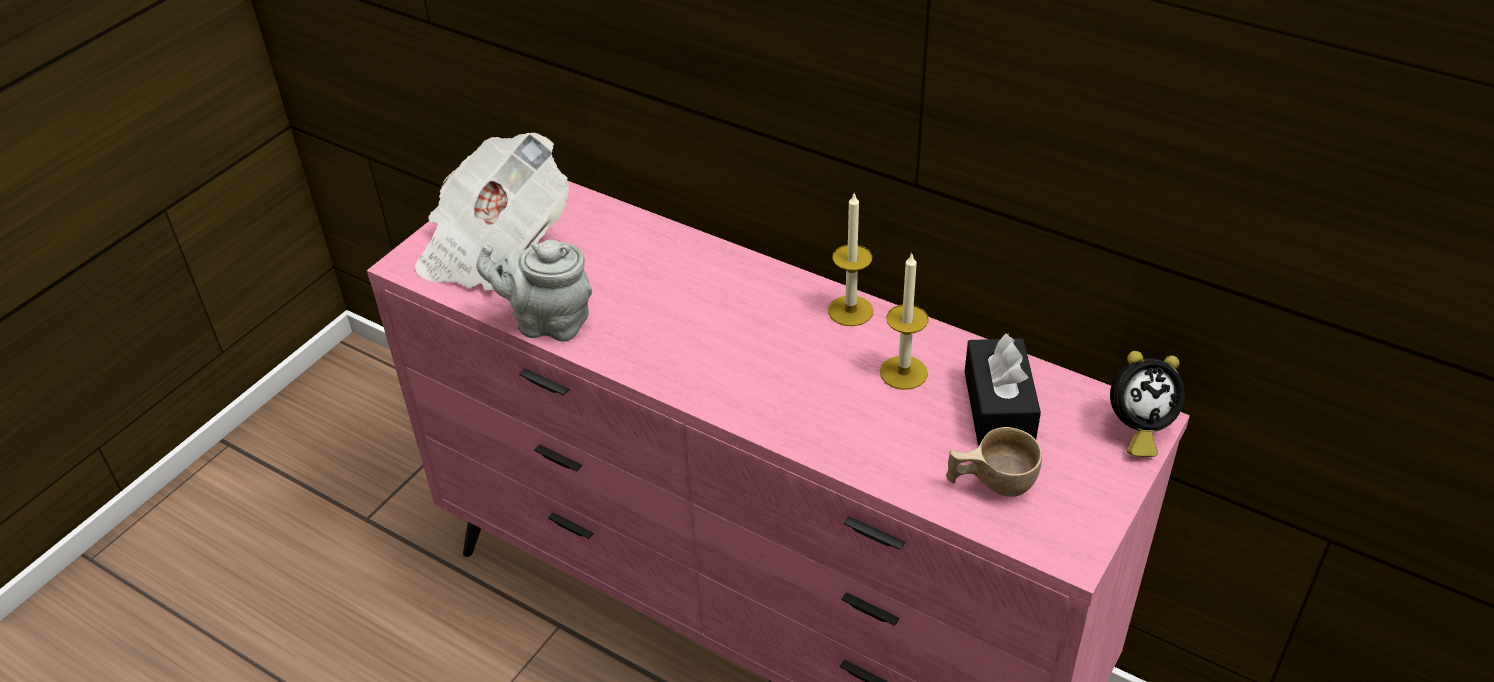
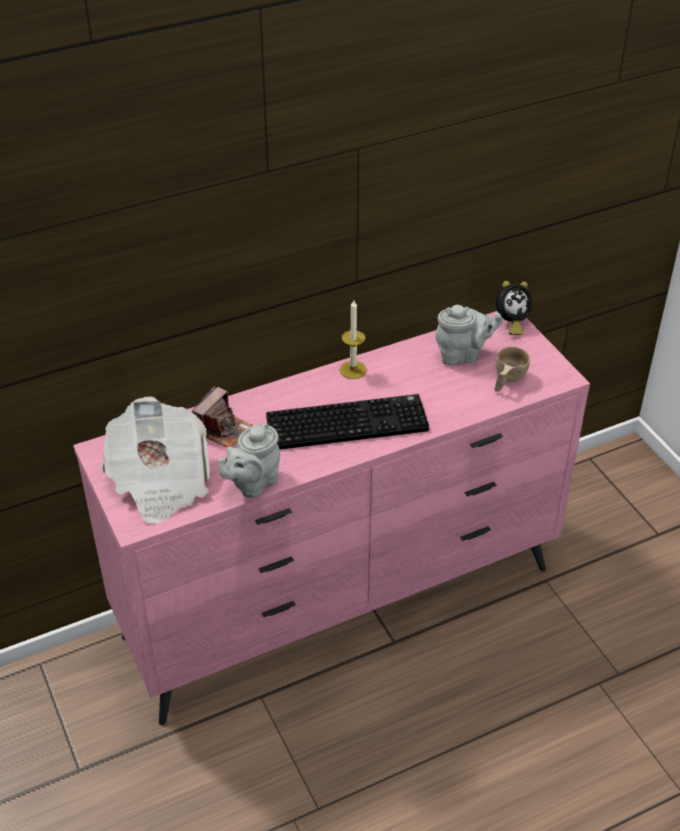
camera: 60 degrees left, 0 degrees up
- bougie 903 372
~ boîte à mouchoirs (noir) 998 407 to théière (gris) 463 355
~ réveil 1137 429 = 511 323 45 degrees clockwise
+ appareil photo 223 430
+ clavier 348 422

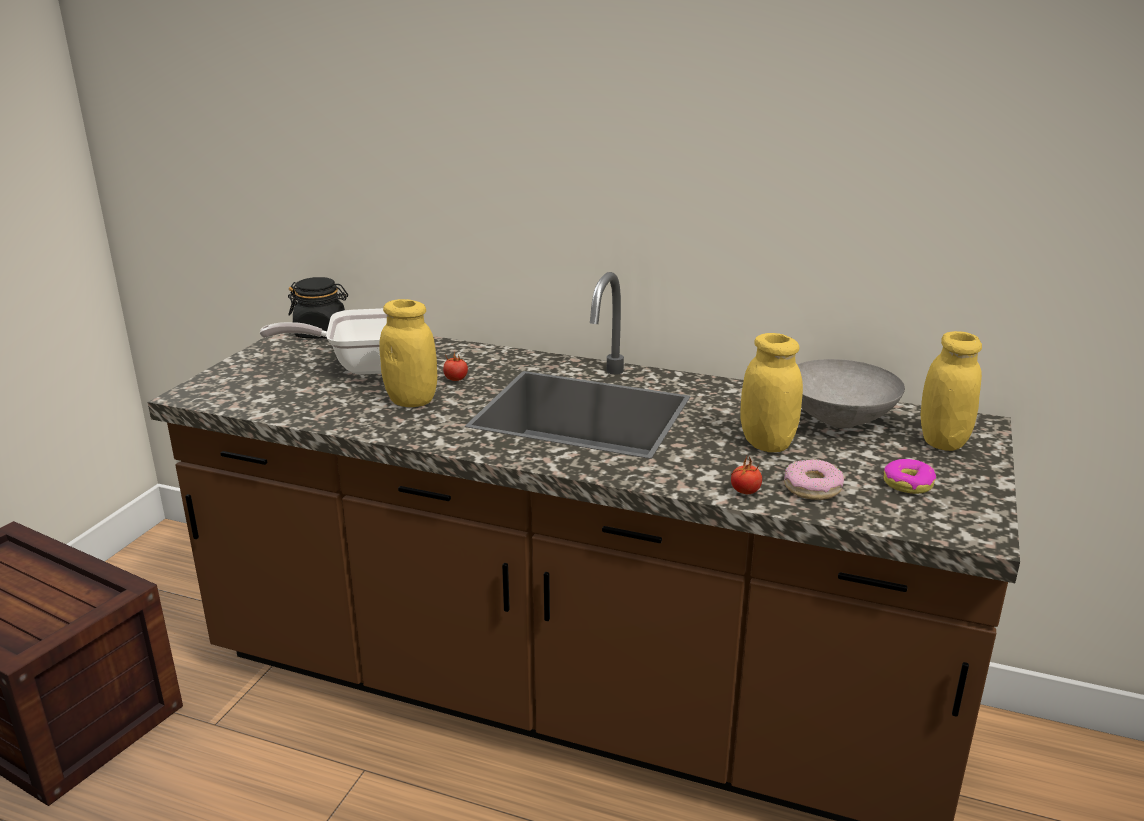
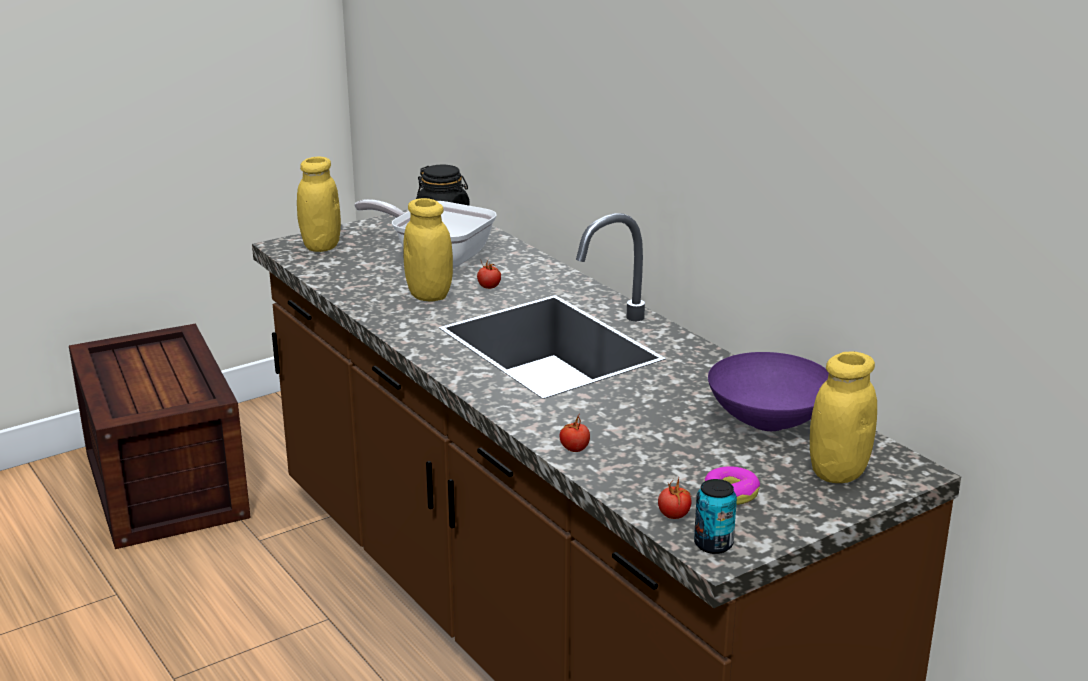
camera: 35 degrees right, 0 degrees up
~ bocal (jaune) 766 443 to 321 246
~ bol (gris) 838 419 to bol (violet) 769 421
- beignet 812 488
+ tomate 674 515
+ boîte métallique 713 544

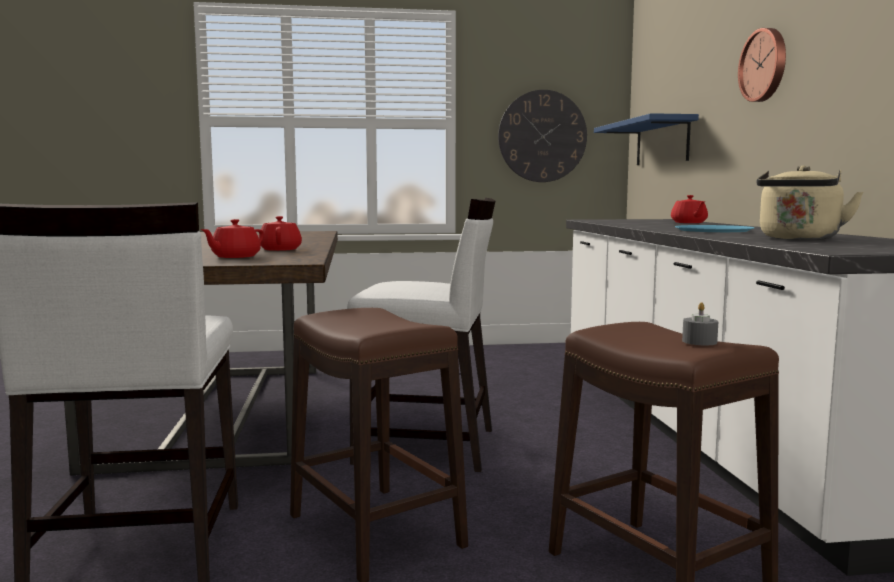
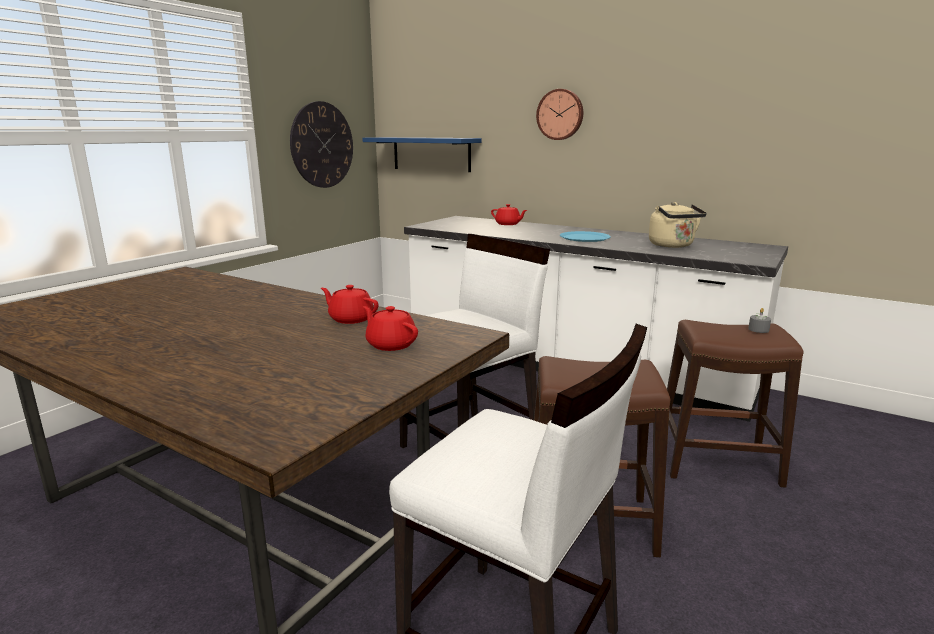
camera: 50 degrees left, 10 degrees up
~ théière (rouge) 235 257 = 391 344 150 degrees clockwise

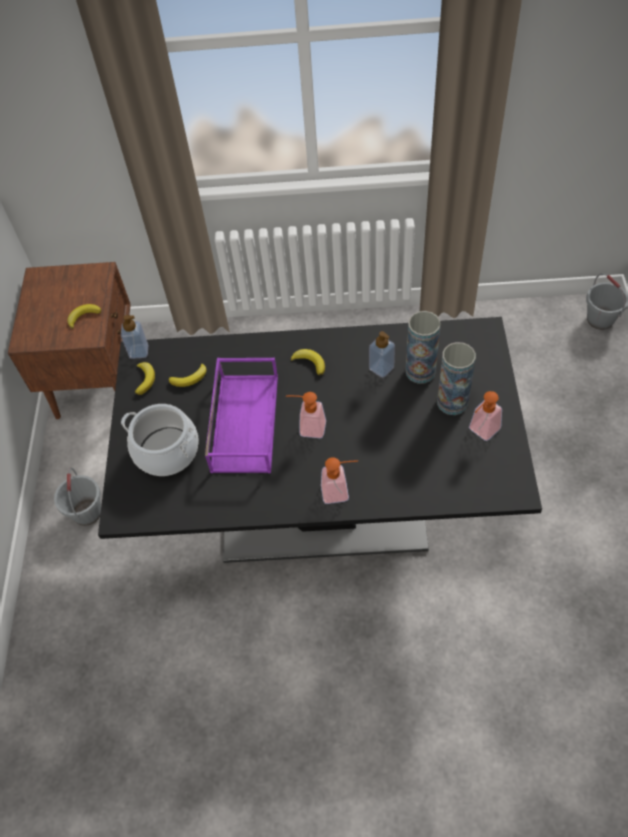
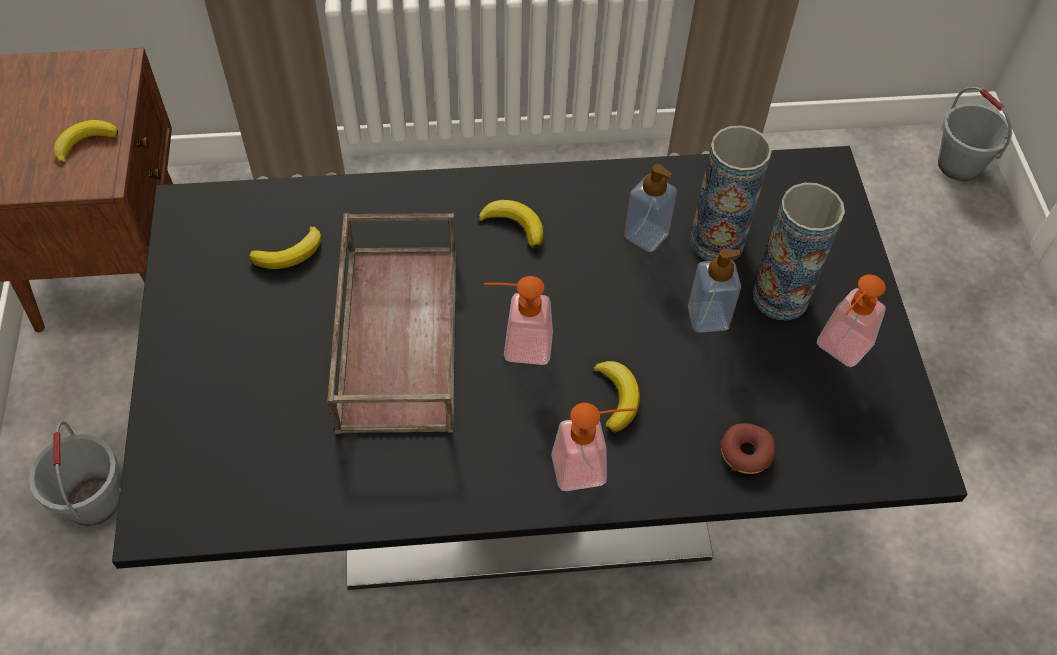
camera: 10 degrees left, 0 degrees up
~ distributeur de savon 139 351 to 708 317
~ plateau (violet) 244 422 to plateau (marron) 396 334
~ banane 145 379 to 617 397
- marmite 167 451
+ beignet 746 453

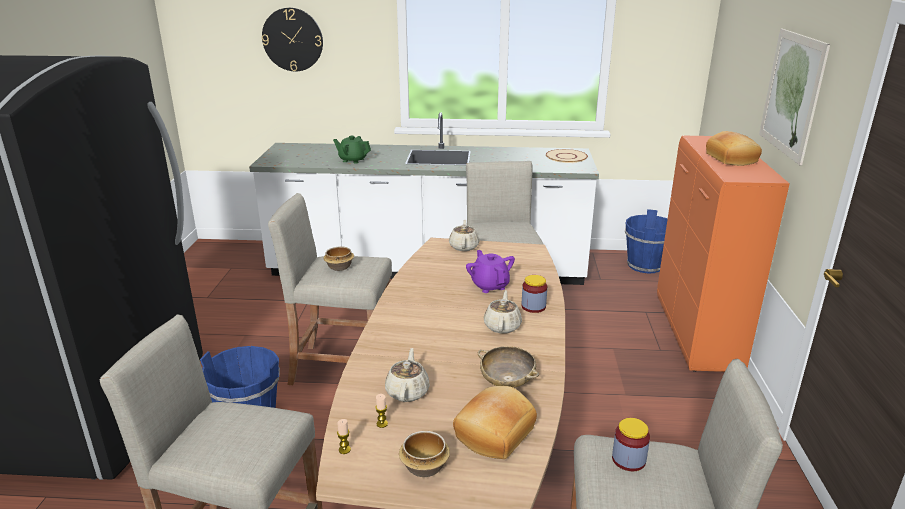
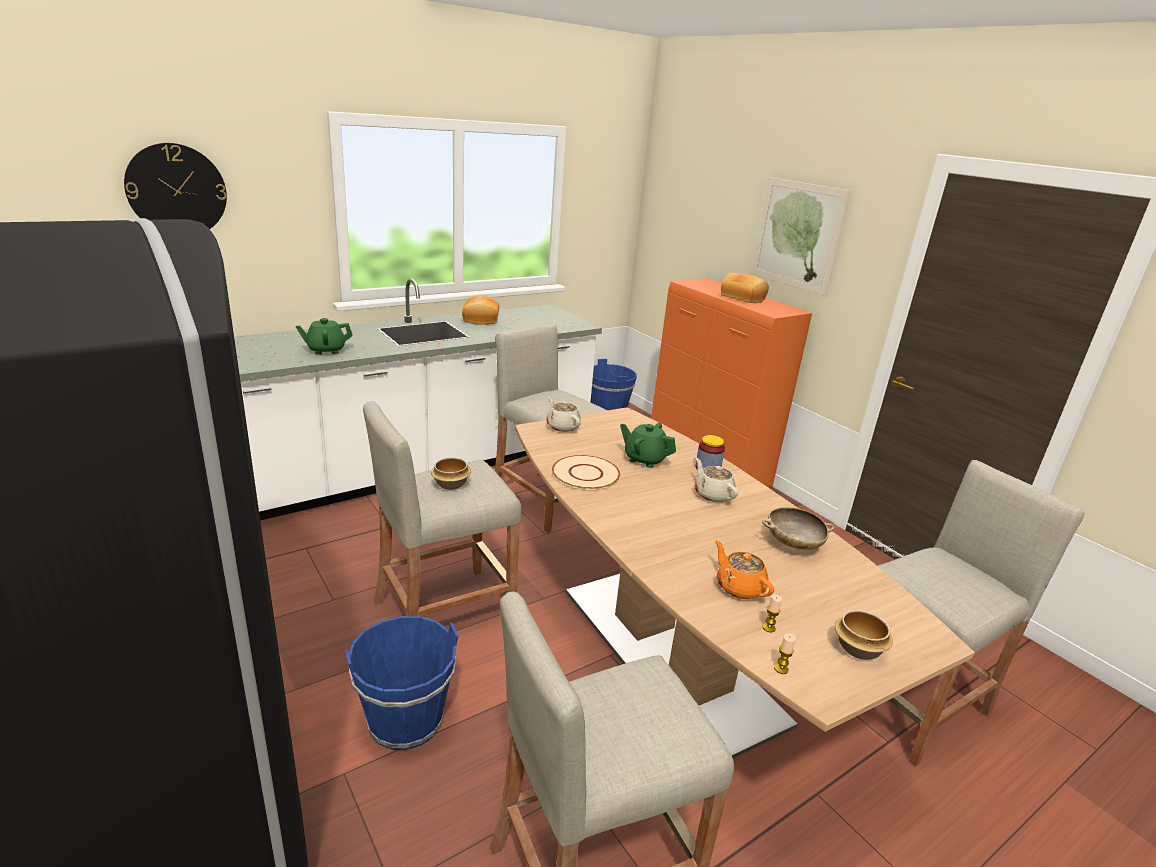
camera: 40 degrees left, 0 degrees up
~ assiette (beige) 566 157 to 586 474
~ théière (violet) 490 285 to théière (vert) 644 459
~ théière (beige) 407 391 to théière (orange) 739 587
~ pain 493 433 to 479 319
- bocal 628 460

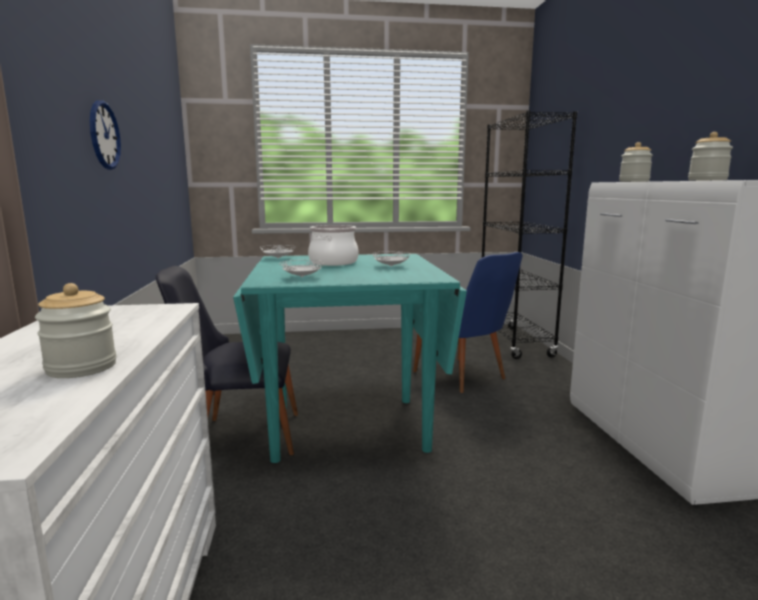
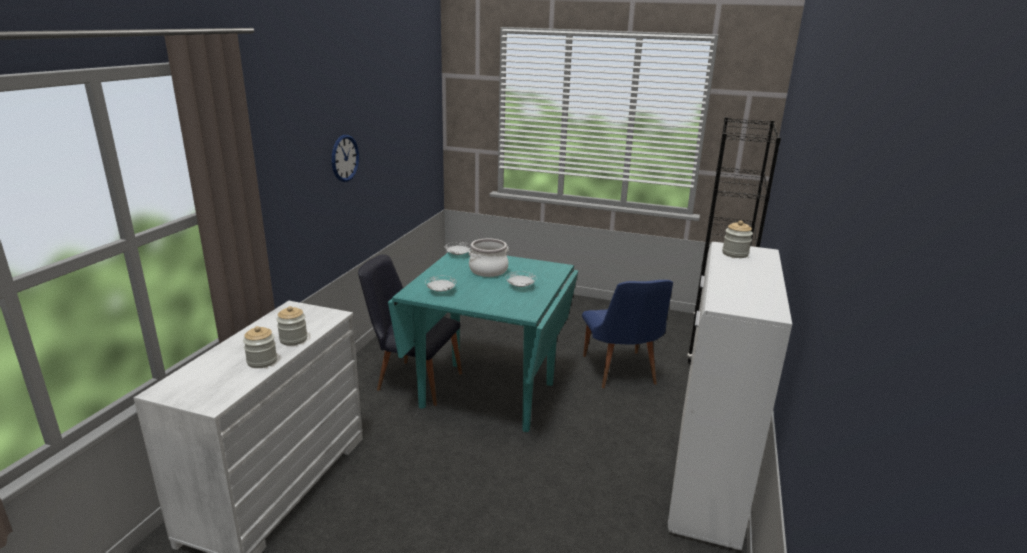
camera: 25 degrees right, 10 degrees up
~ bocal 707 180 to 293 339

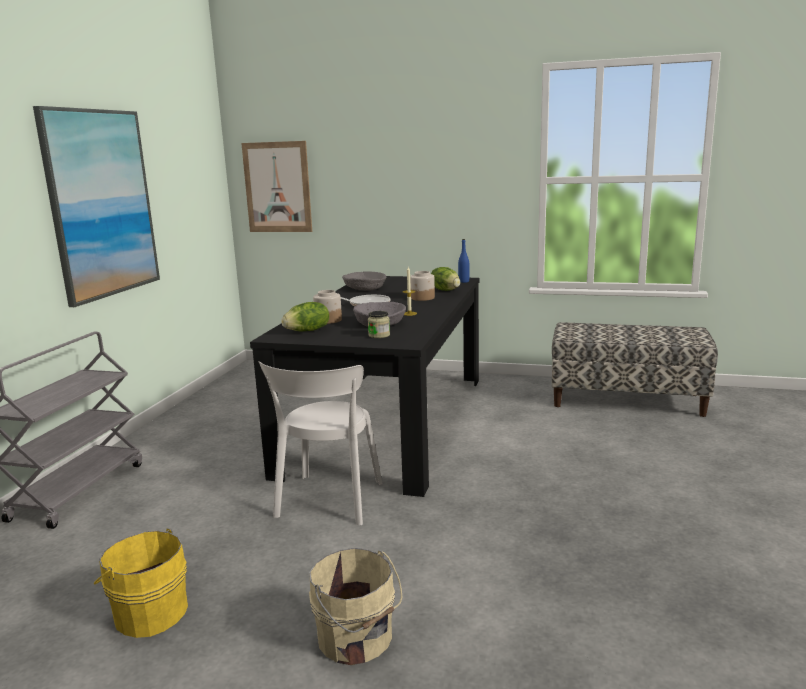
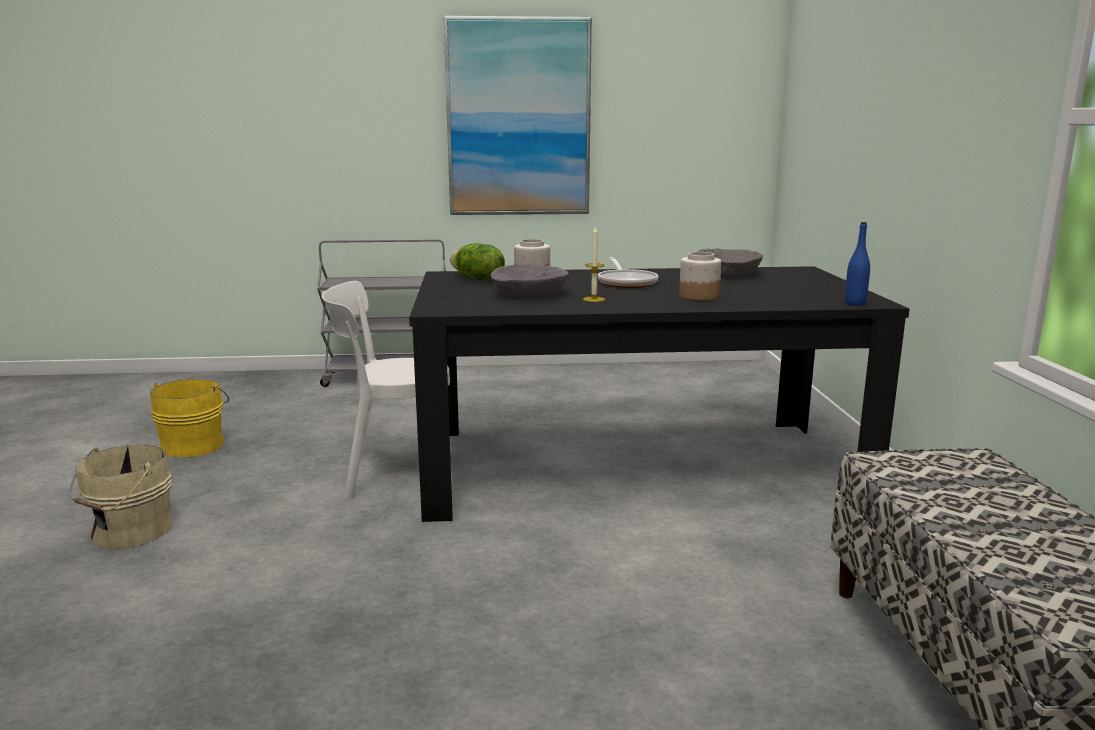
camera: 70 degrees right, 0 degrees up
- tableau 277 187
- laitue 446 290
- bocal 379 335

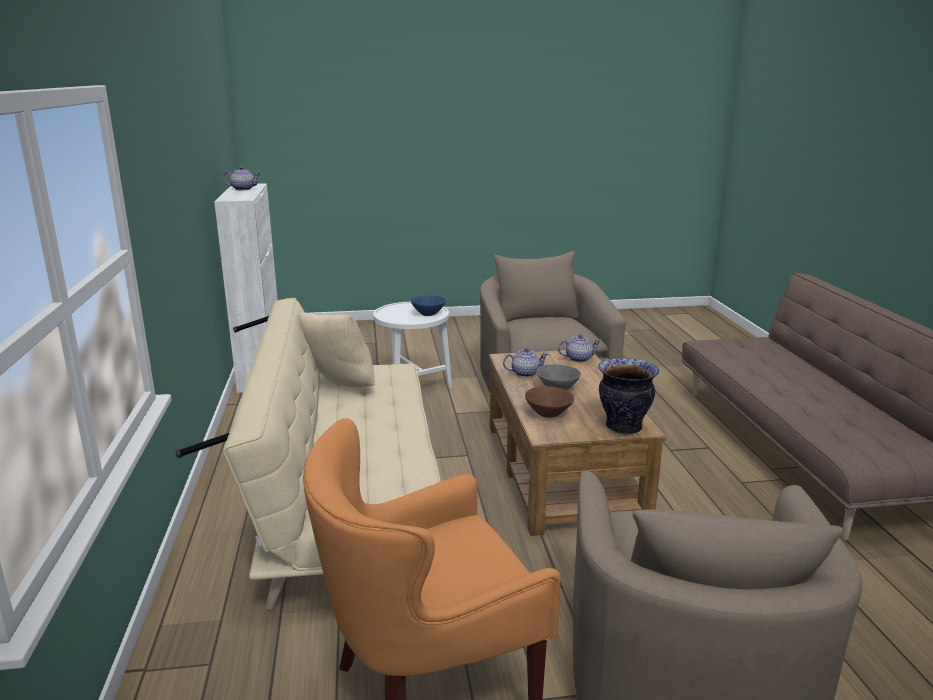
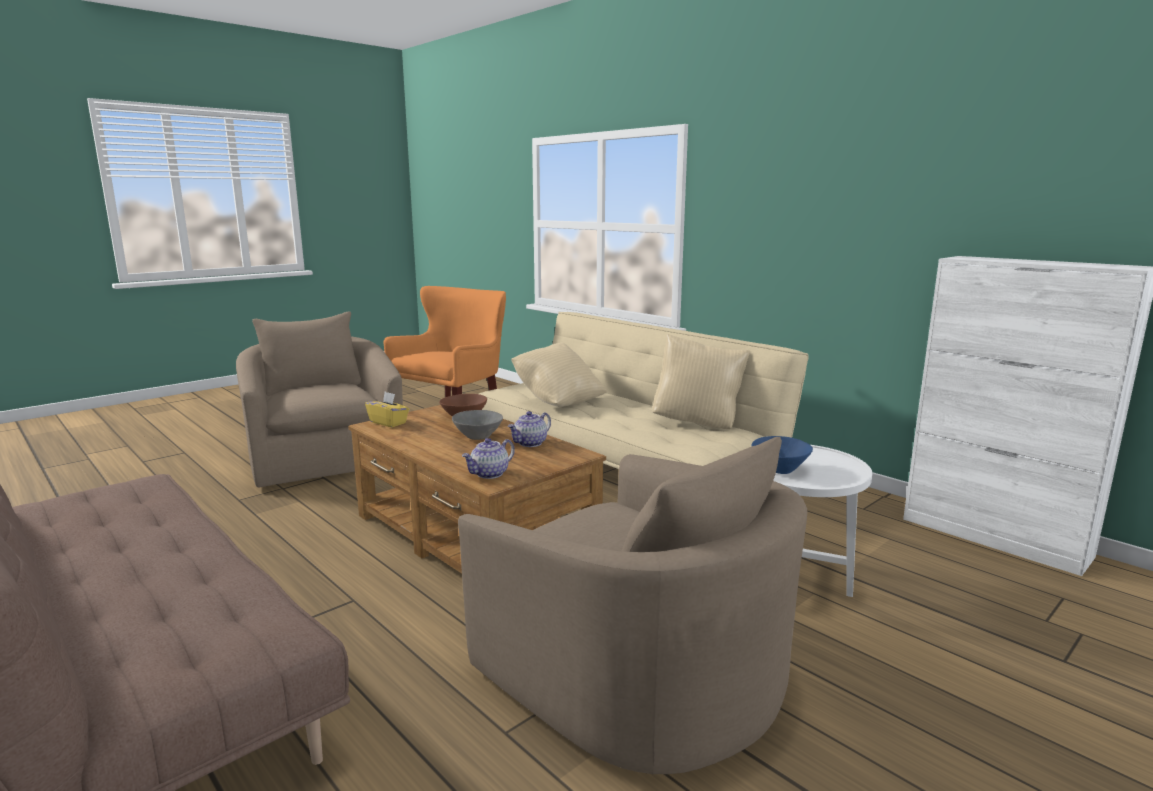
camera: 145 degrees right, 5 degrees down
- théière 243 189
~ vase 624 427 to boîte à mouchoirs (jaune) 388 422
+ coussin (beige) 558 401

